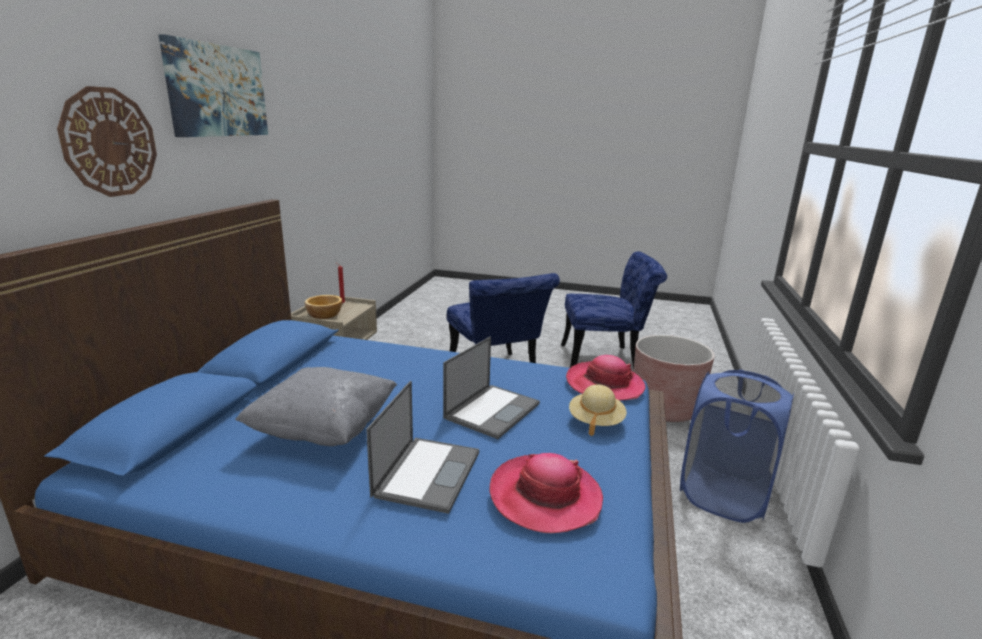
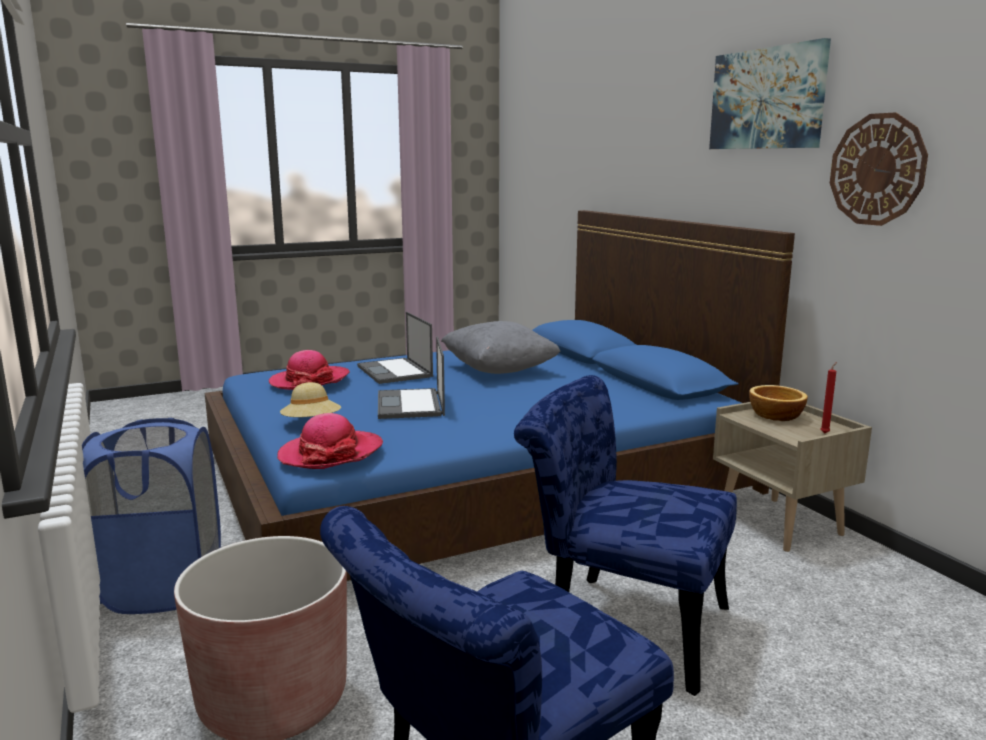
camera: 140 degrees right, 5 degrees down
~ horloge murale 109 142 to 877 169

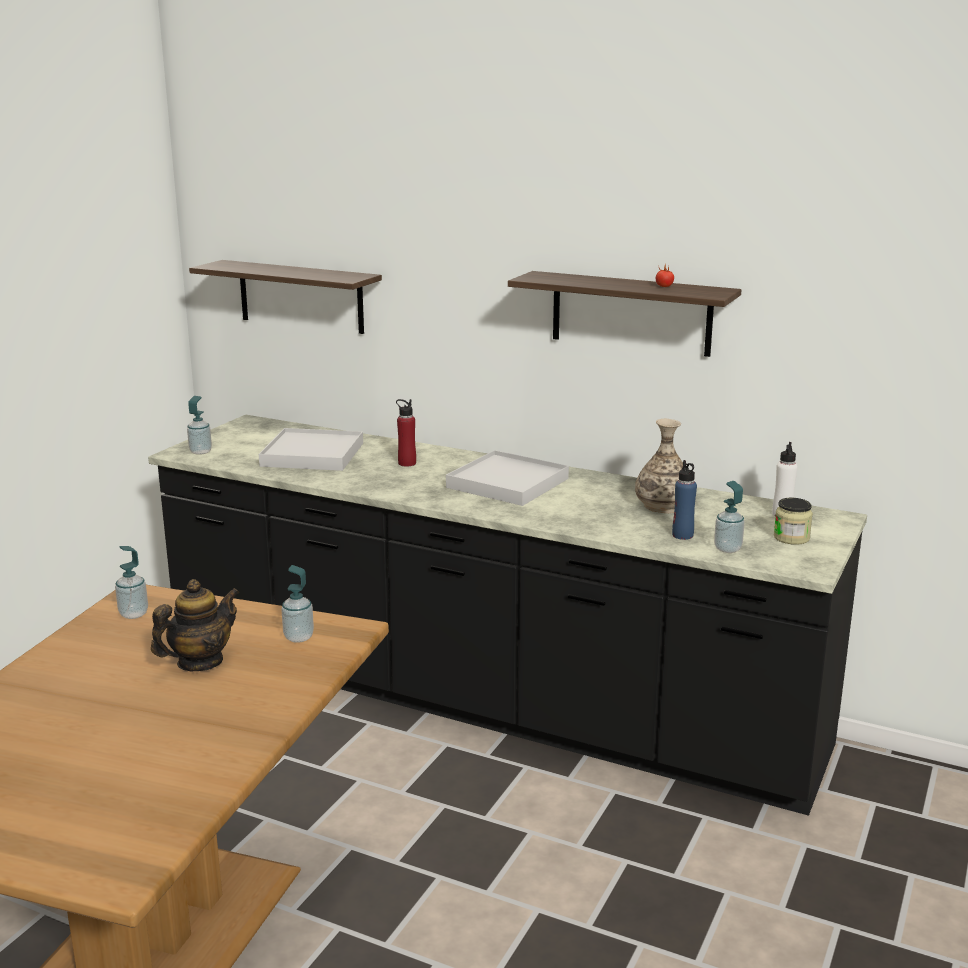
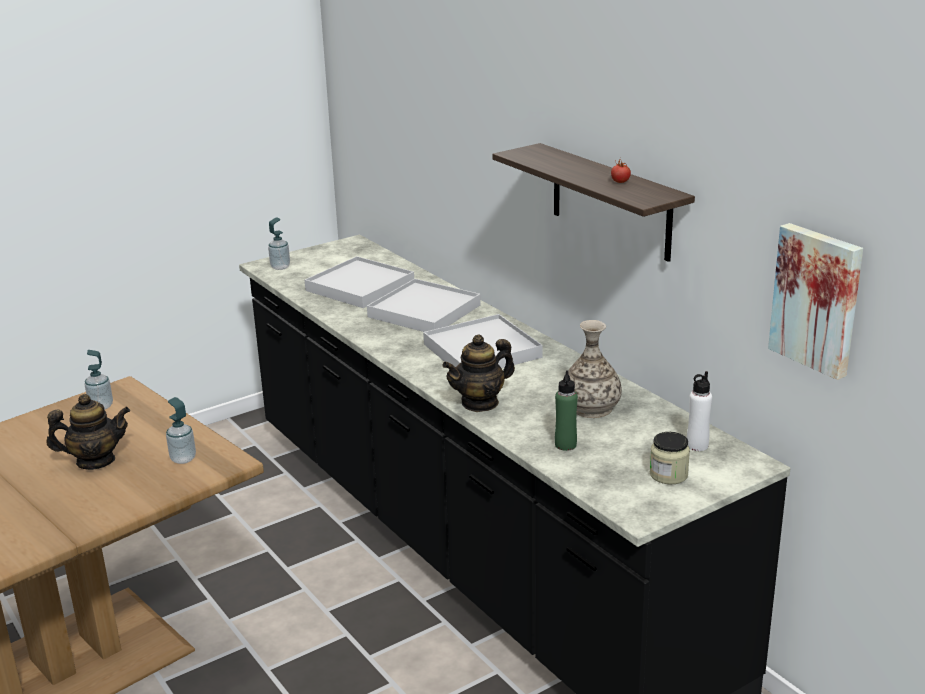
camera: 30 degrees right, 5 degrees up
- étagère 301 296
~ bouteille (rouge) 407 463 to plateau (blanc) 424 311
~ bouteille (bleu) 682 535 to bouteille (vert) 565 445
- distributeur de savon 727 549
+ tableau 817 299
+ théière 480 403

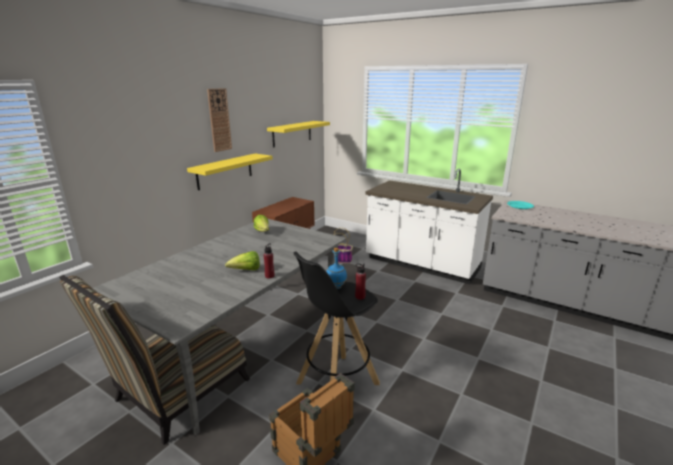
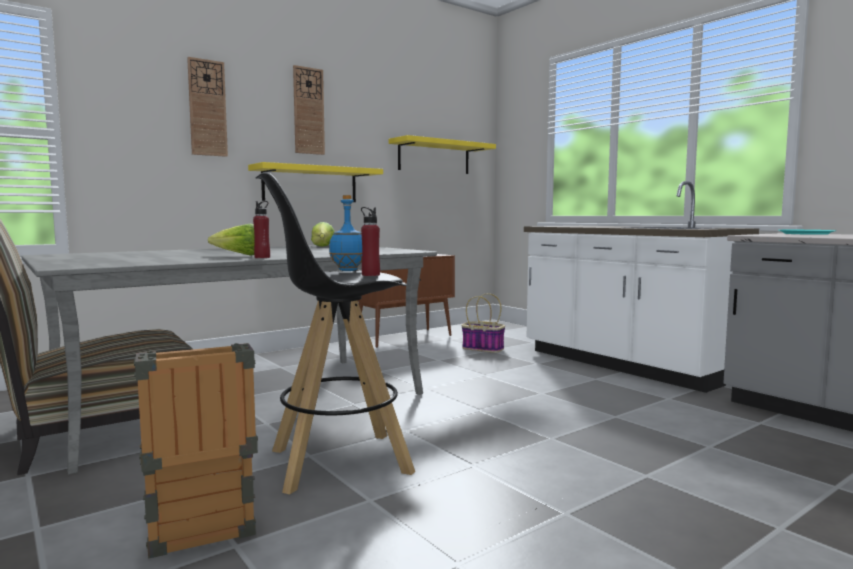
camera: 20 degrees right, 15 degrees down
+ horloge murale 207 108

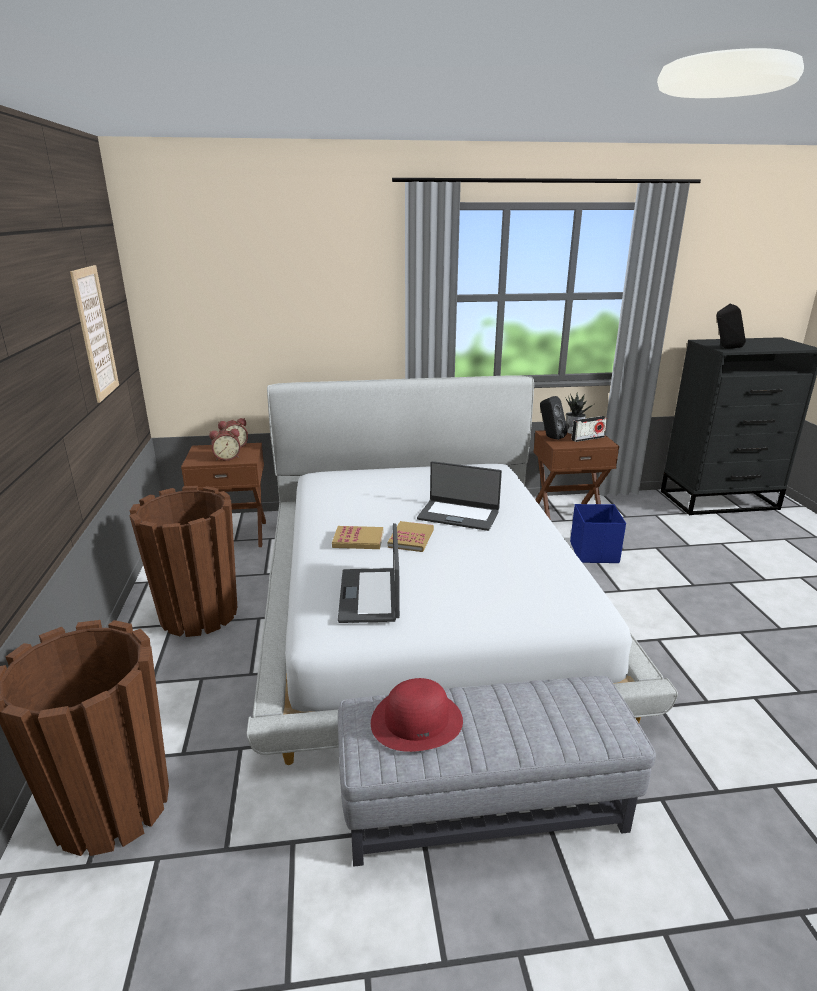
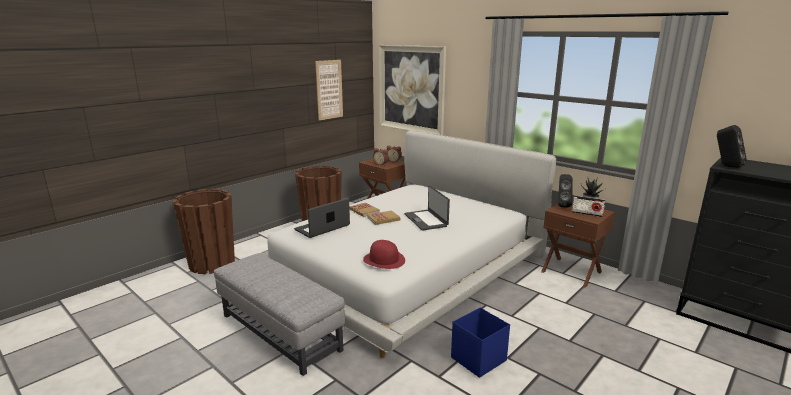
camera: 50 degrees right, 5 degrees down
~ boîte de rangement (bleu) 593 553 to 477 359
~ chapeau (rouge) 417 720 to 384 260
+ tableau 411 89

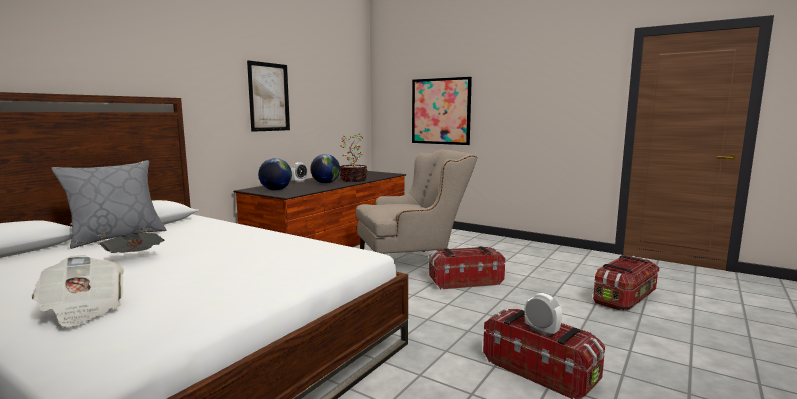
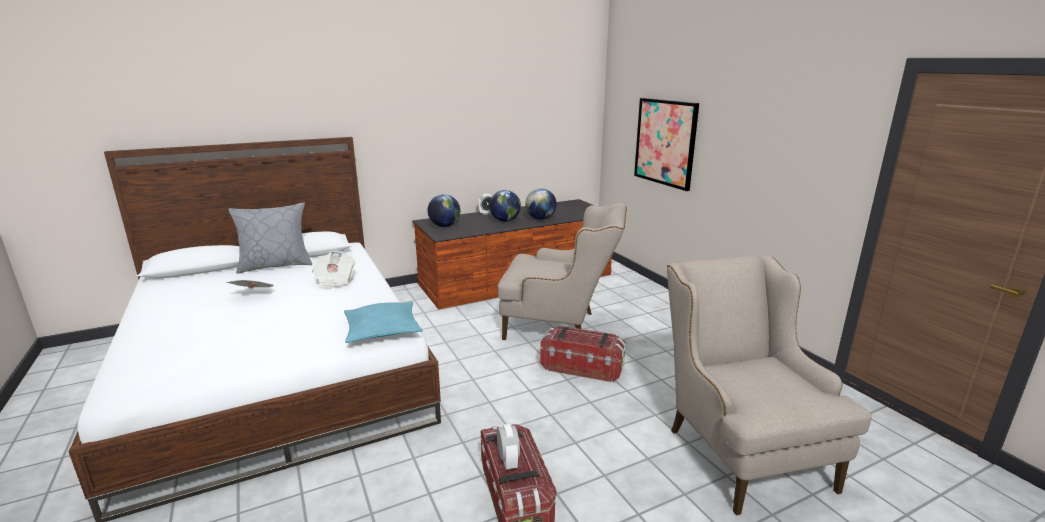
camera: 30 degrees right, 10 degrees up
- tableau 269 97
~ plante en pot 353 180 to globe 540 219
~ journal 83 309 to 334 281
~ boîte de rangement 625 298 to fauteuil (beige) 739 448
+ coussin (turquoise) 382 330

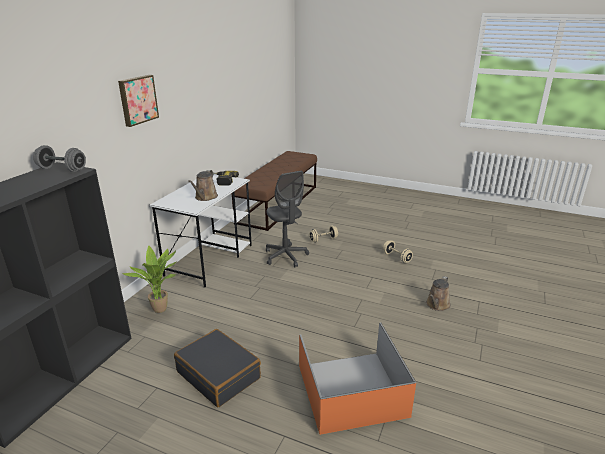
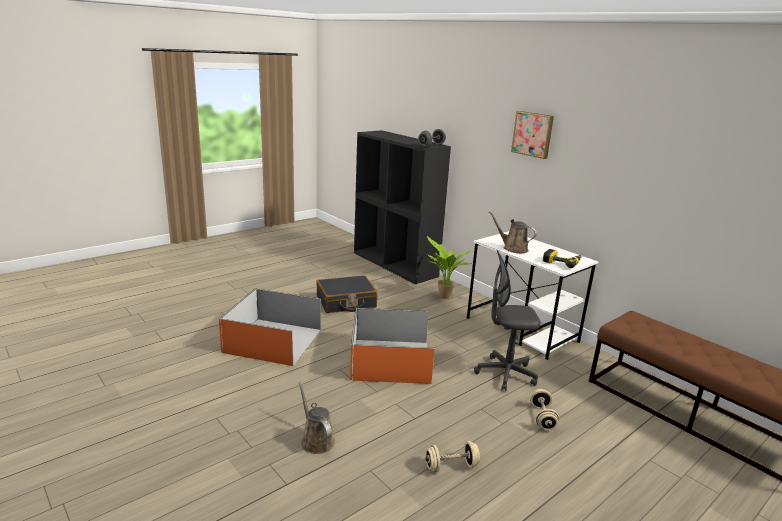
camera: 115 degrees right, 5 degrees down
+ boîte de rangement (orange) 390 361

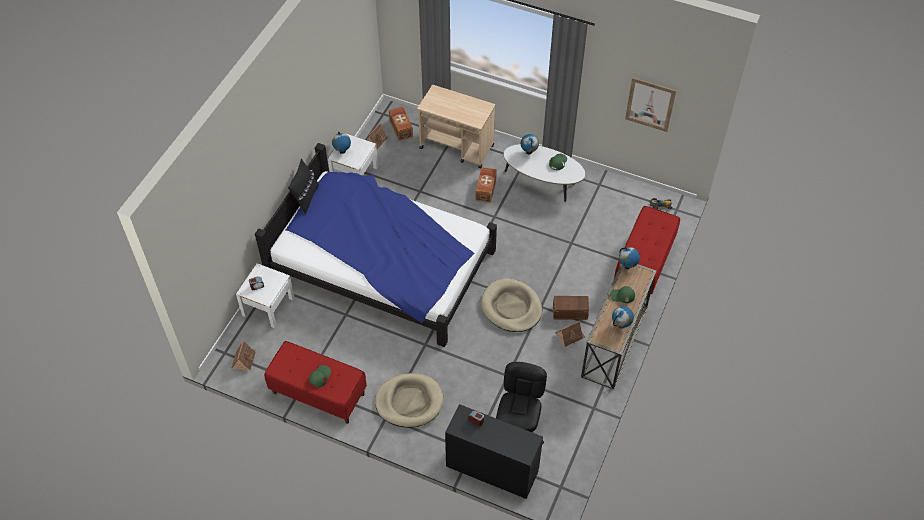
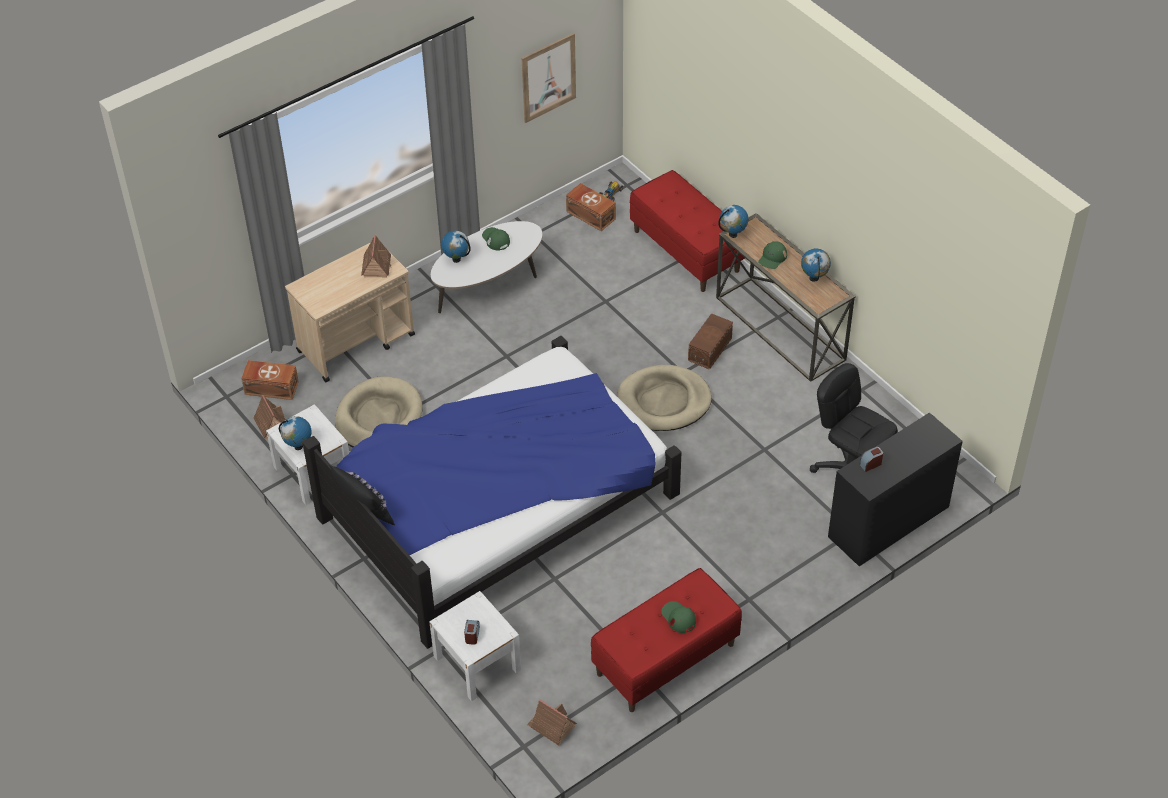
camera: 60 degrees left, 5 degrees down
~ boîte de rangement (marron) 486 189 to 590 214
~ maison miniature 570 336 to 376 265
~ panier pour chien (beige) 409 402 to 379 417

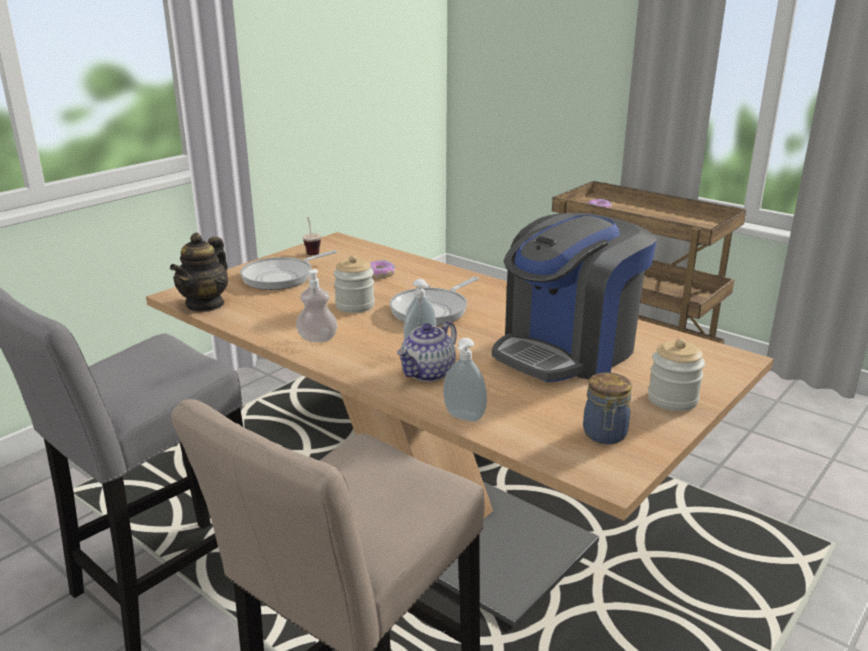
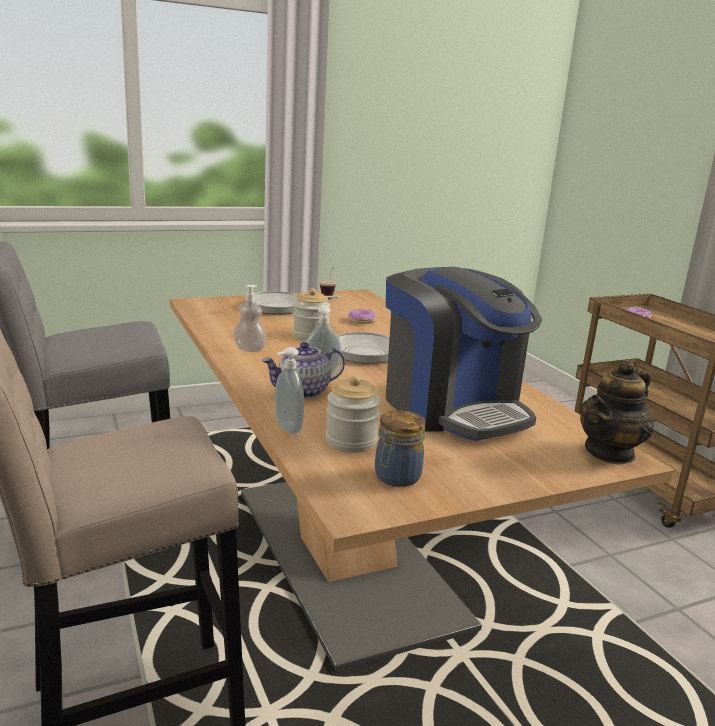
camera: 25 degrees right, 5 degrees down
~ machine à café 567 350 = 452 408 105 degrees counterclockwise
~ théière 205 304 to 610 452
~ bocal 672 399 to 351 441

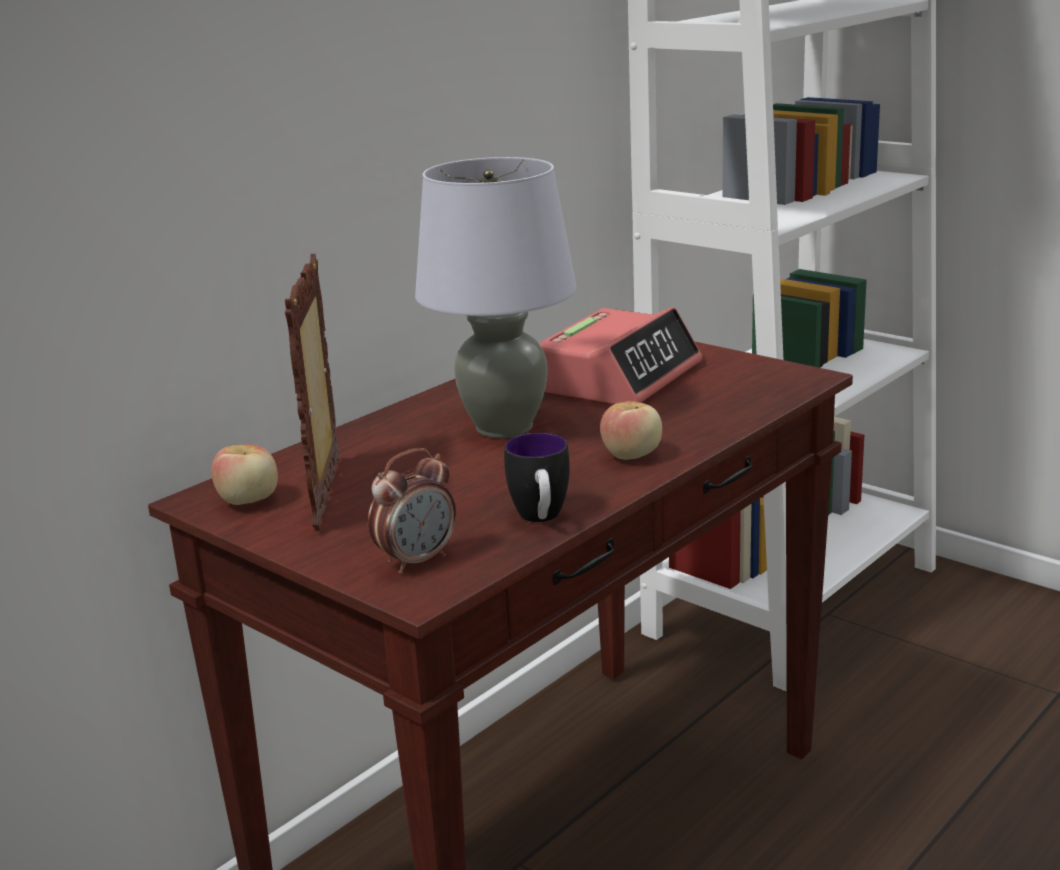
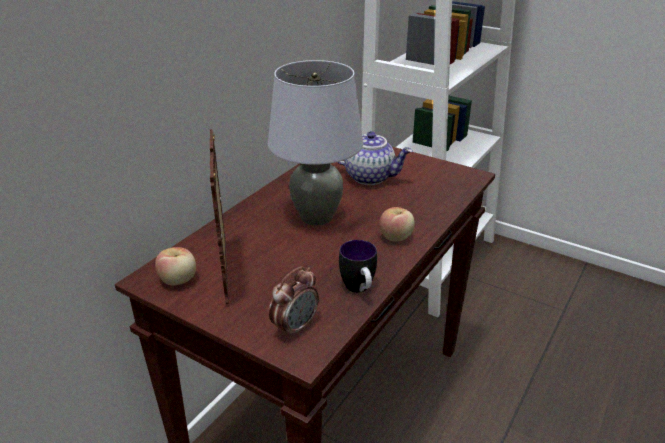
camera: 10 degrees left, 10 degrees up
~ réveil 618 377 to théière 370 177

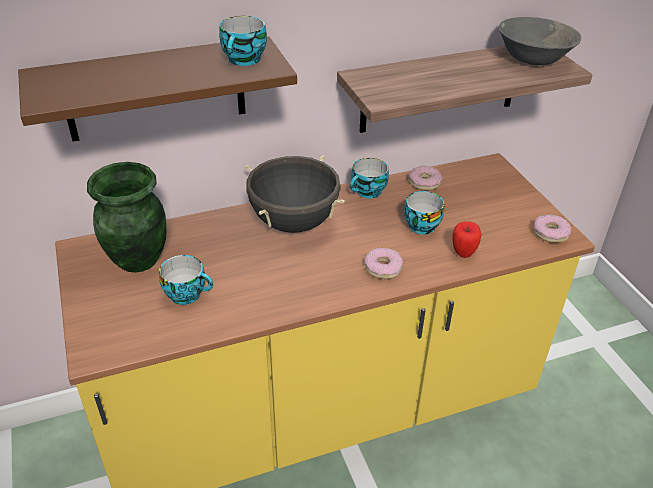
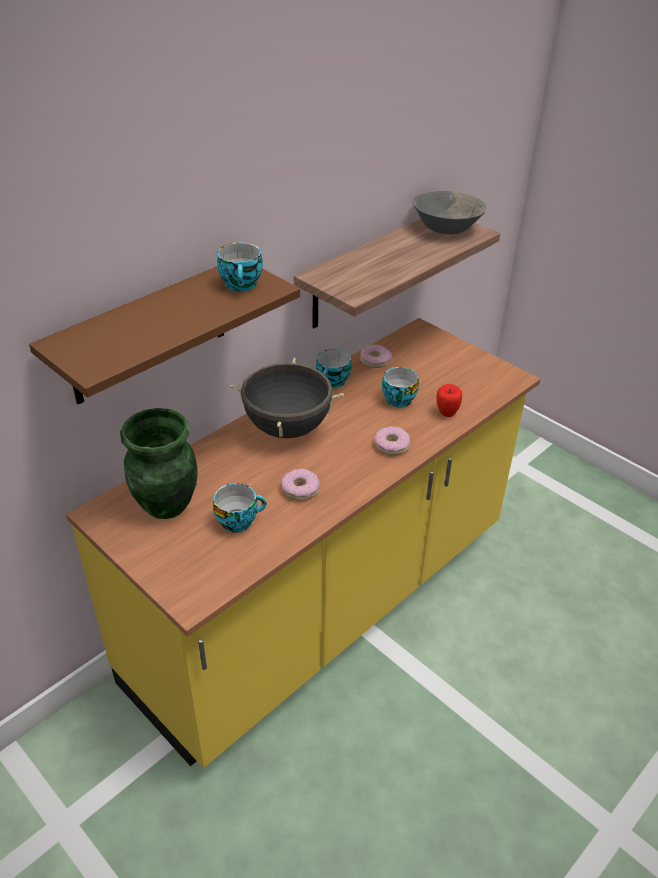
camera: 25 degrees left, 0 degrees up
~ beignet 550 233 to 300 489

